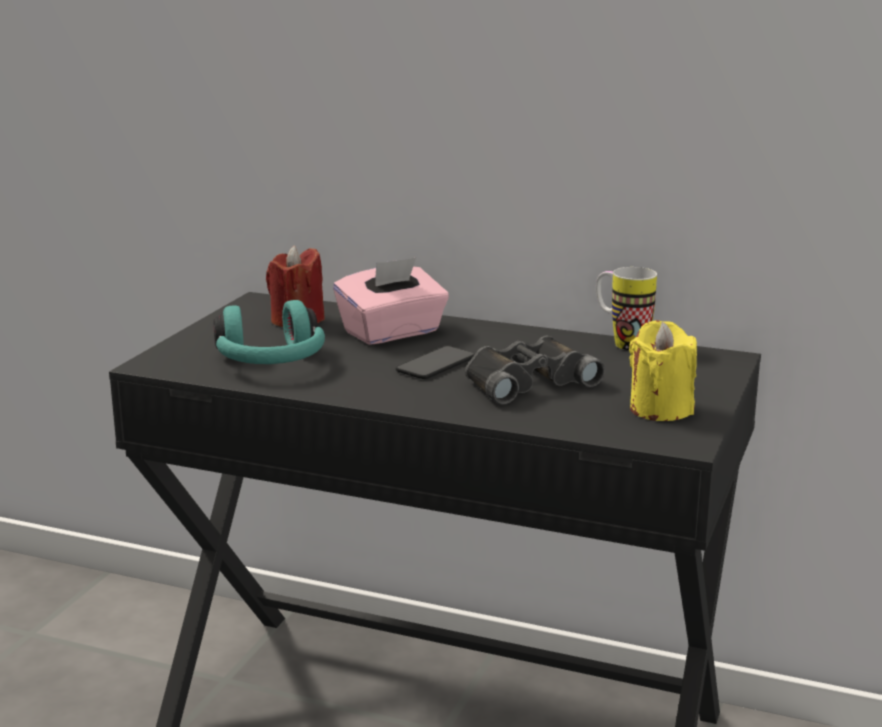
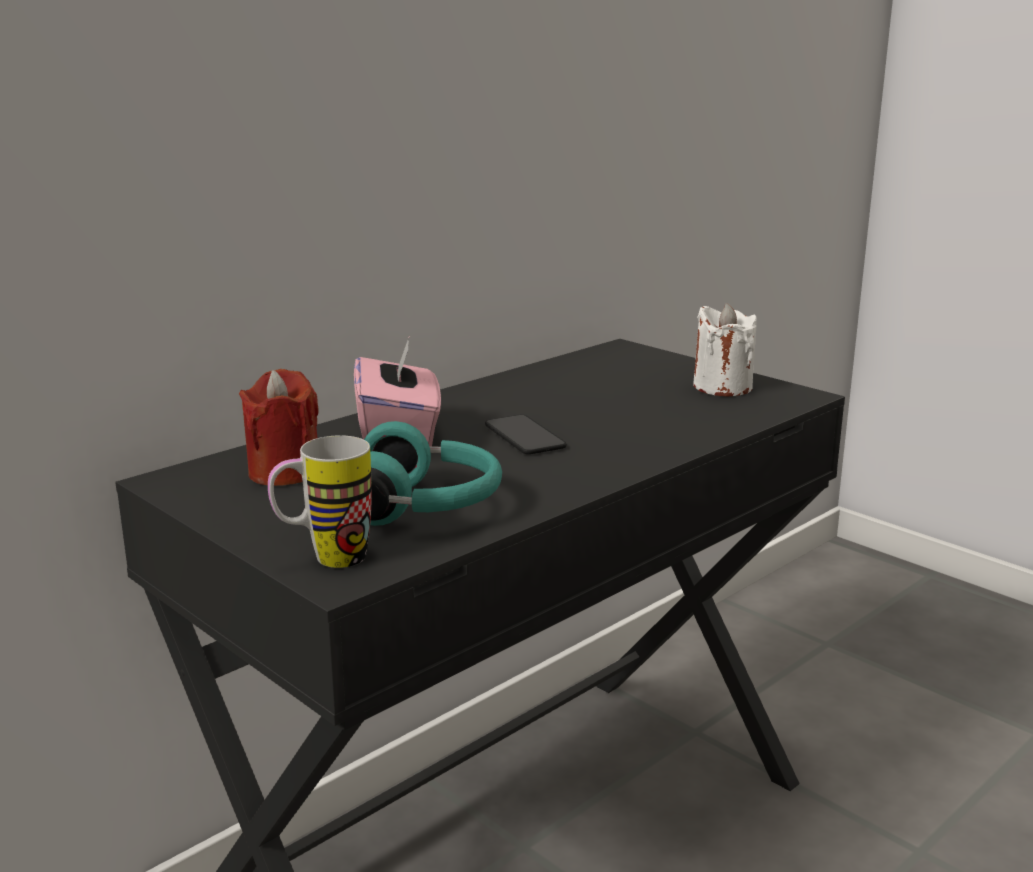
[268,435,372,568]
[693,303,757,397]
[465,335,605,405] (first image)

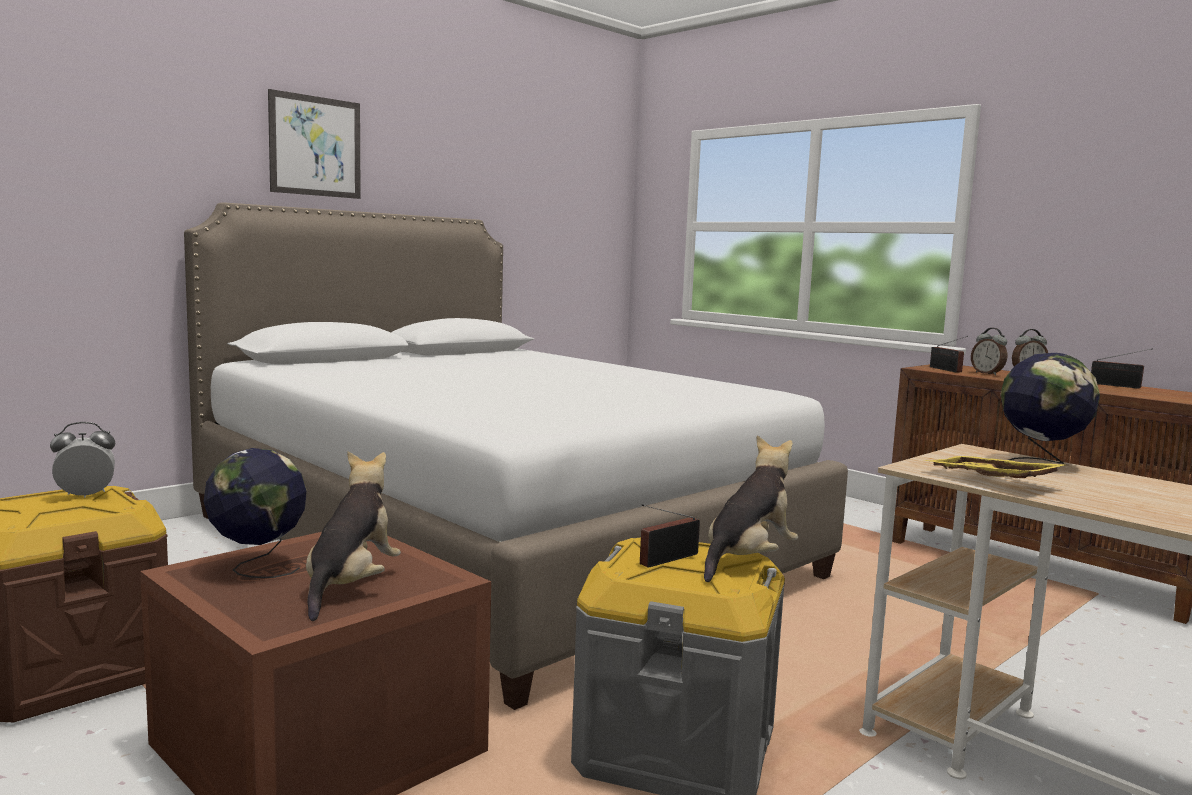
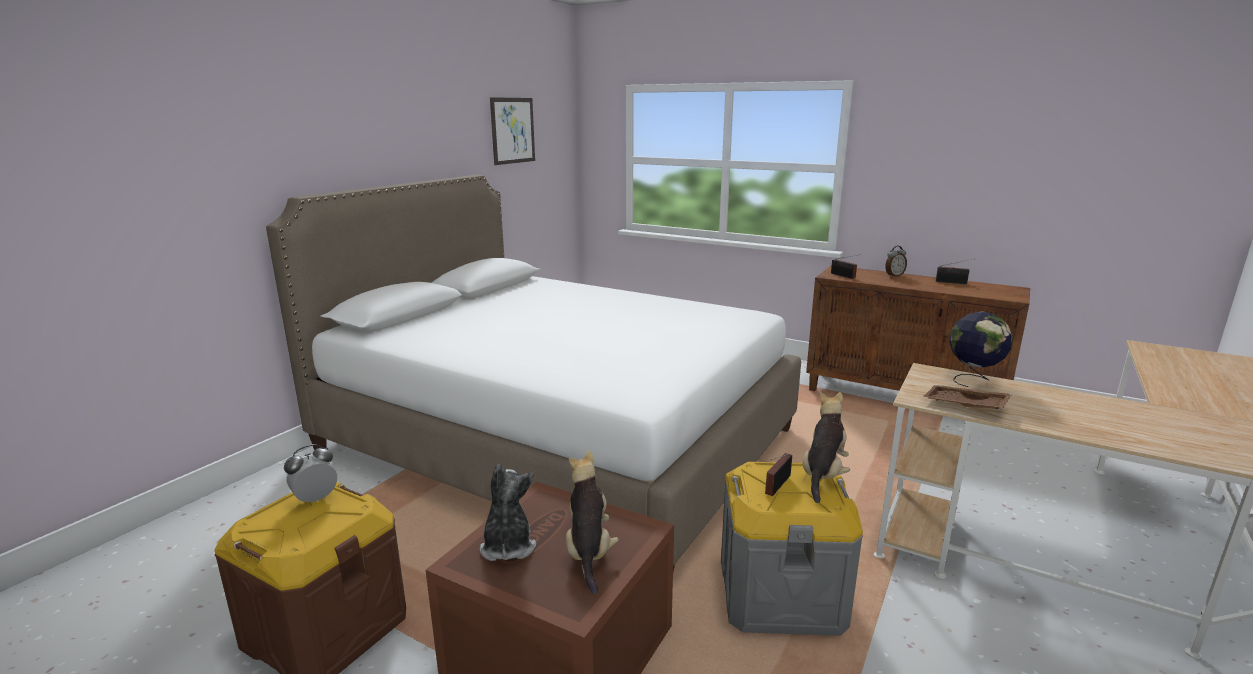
[480,464,536,561]
[490,97,535,165]
[922,385,1012,409]
[971,328,1008,376] (first image)

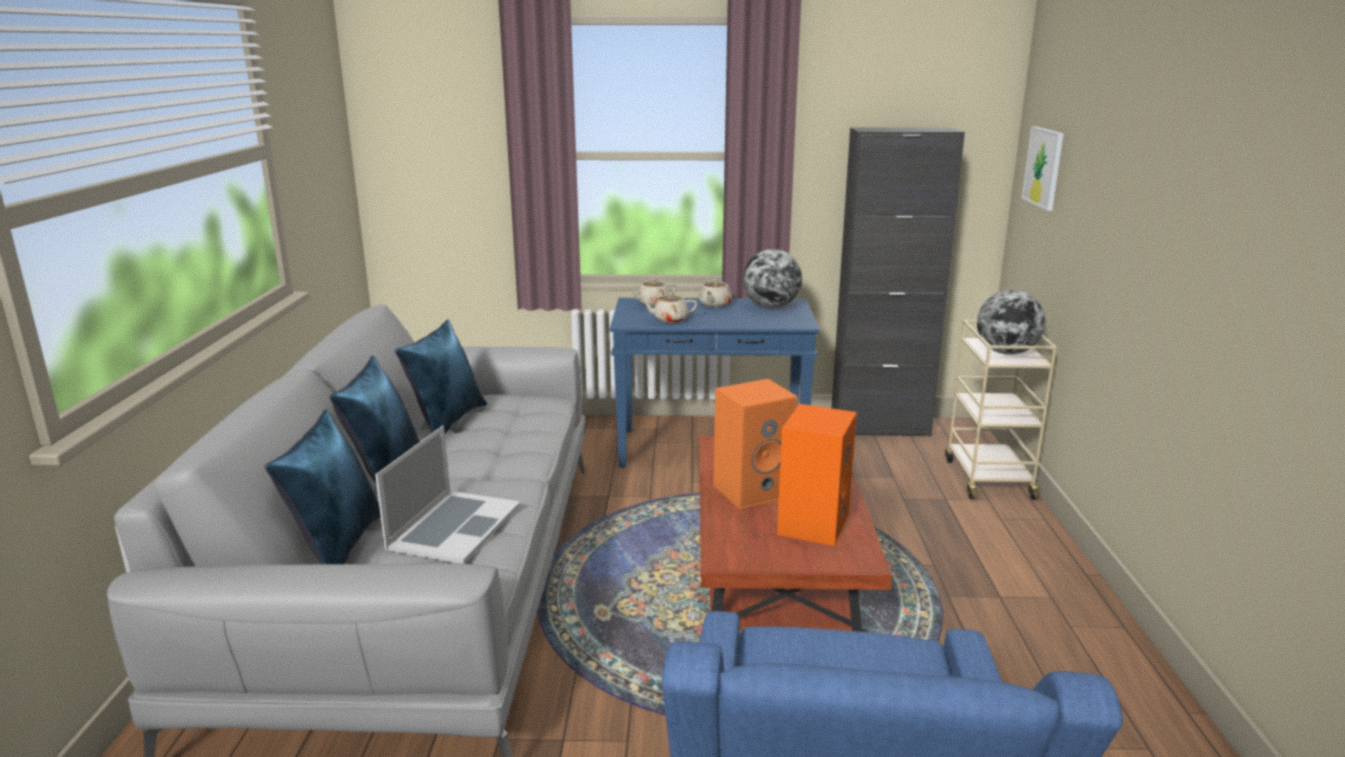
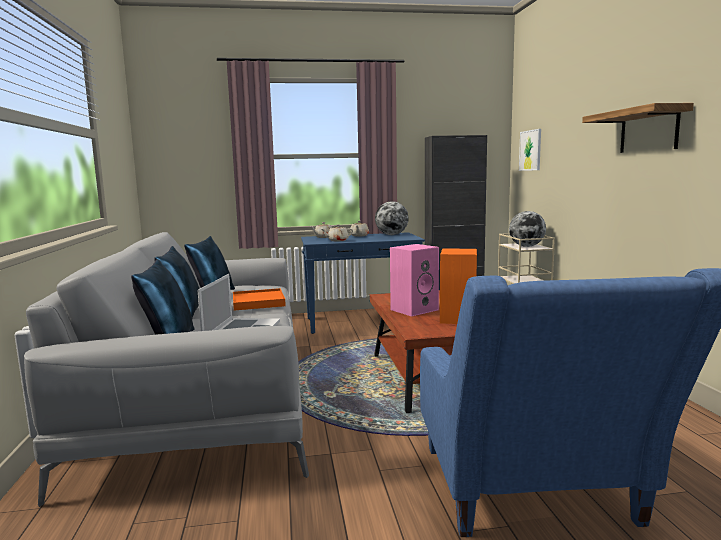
[233,288,286,311]
[390,244,439,316]
[582,103,694,153]

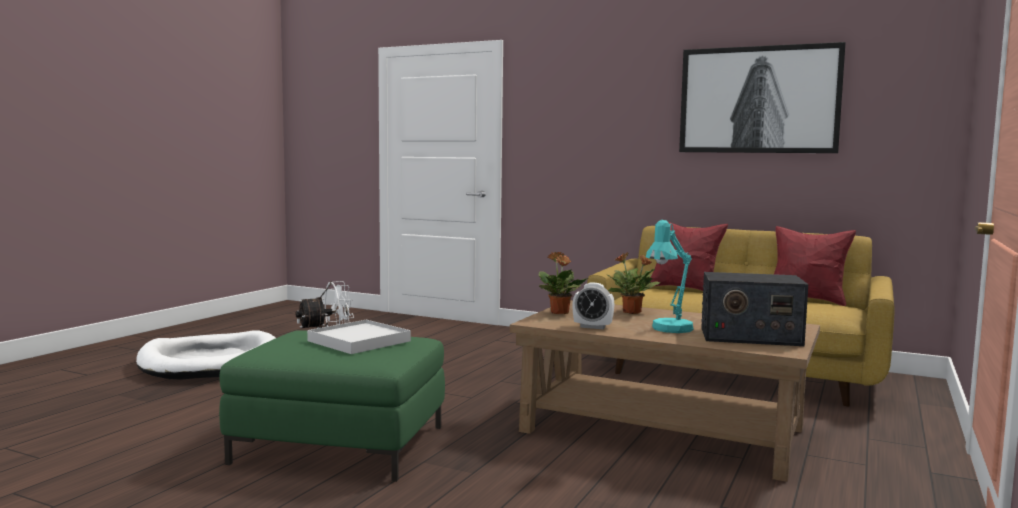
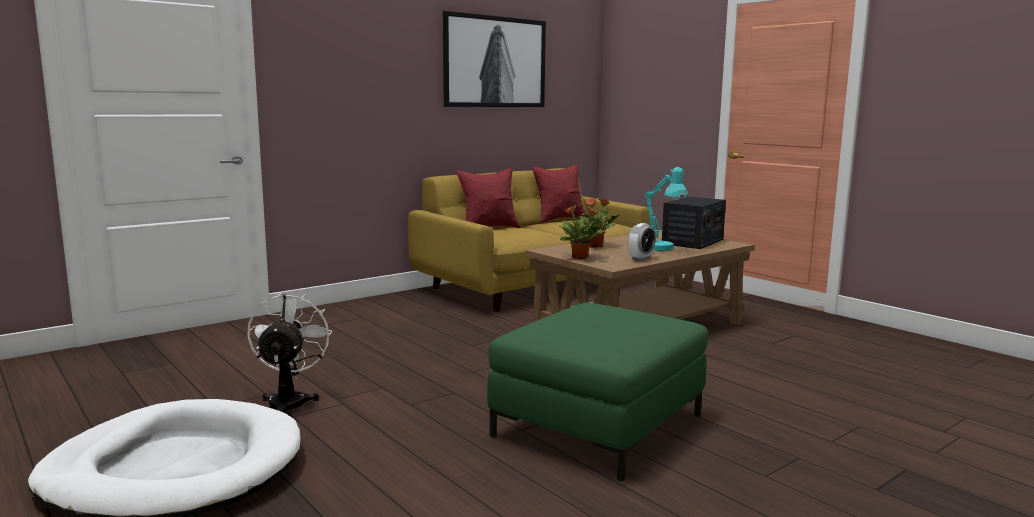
[307,320,411,354] (first image)

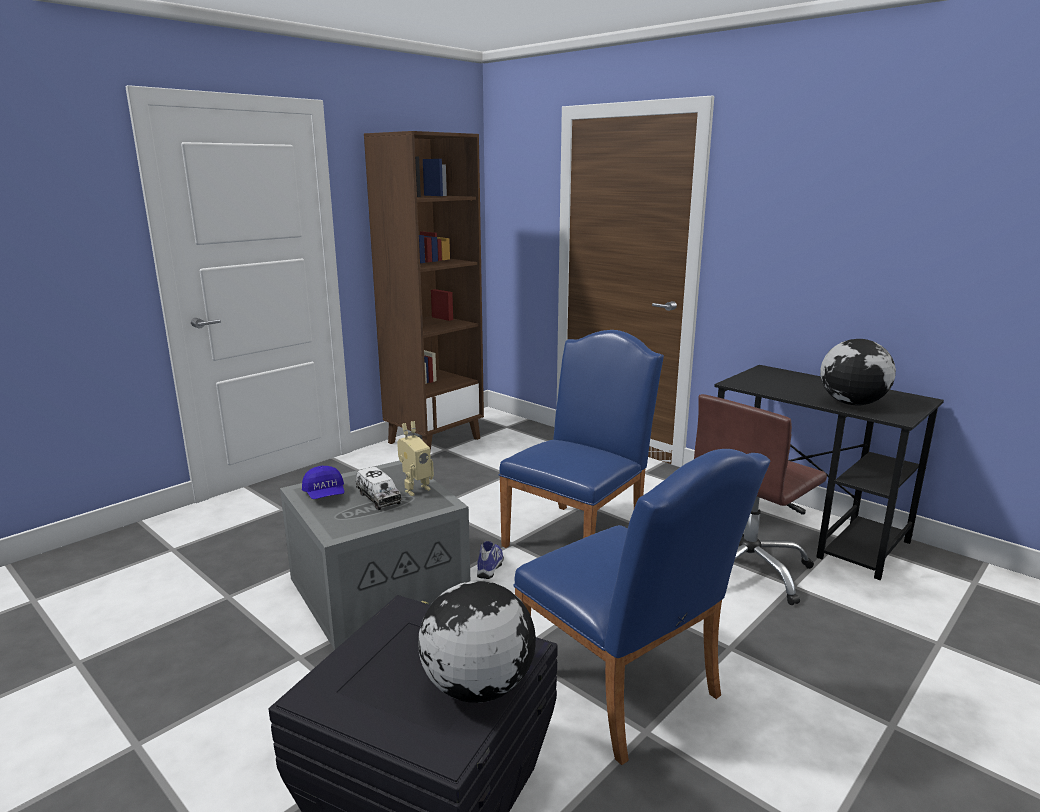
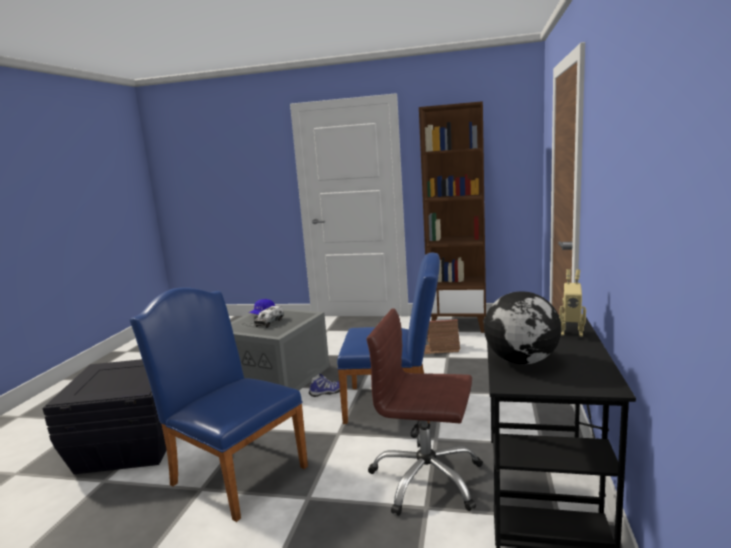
[130,287,308,522]
[424,319,460,354]
[559,269,586,336]
[418,581,536,703] (first image)

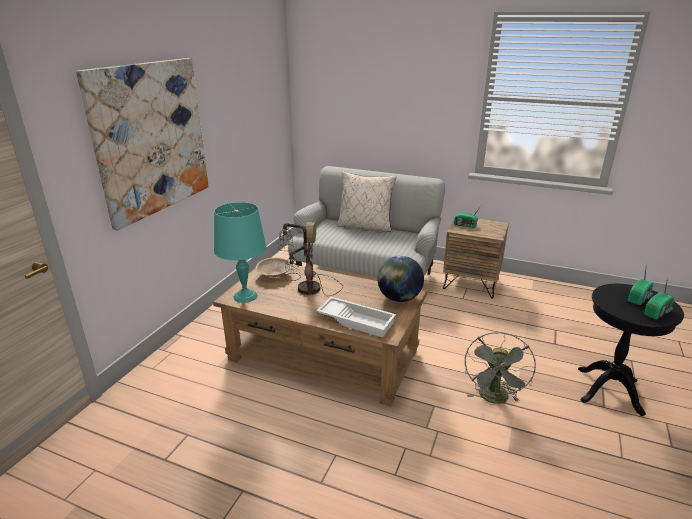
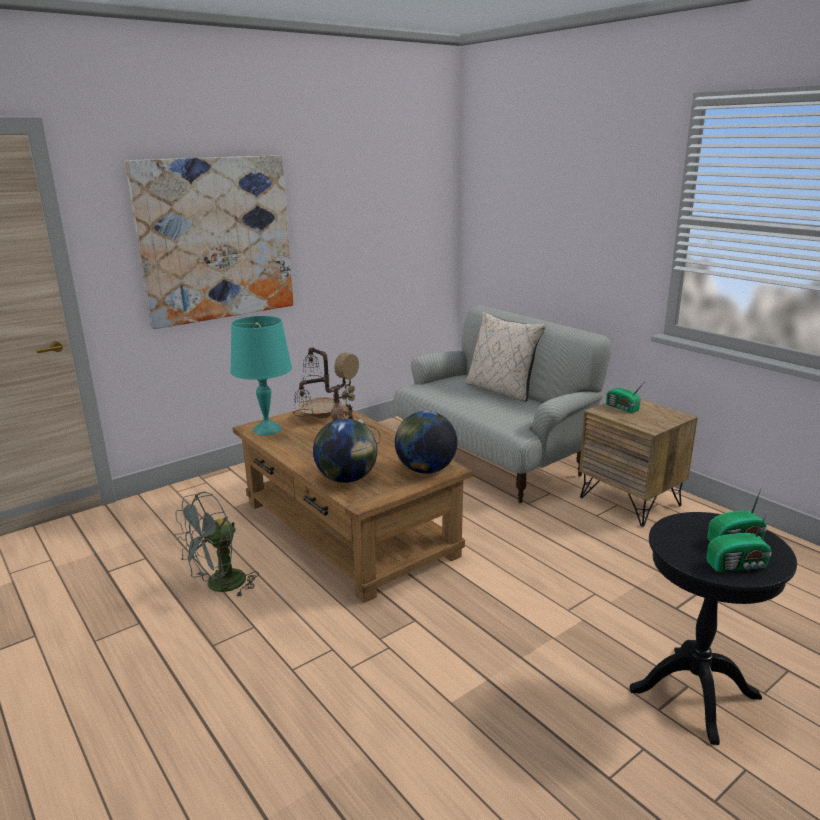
[175,492,259,598]
[313,419,377,483]

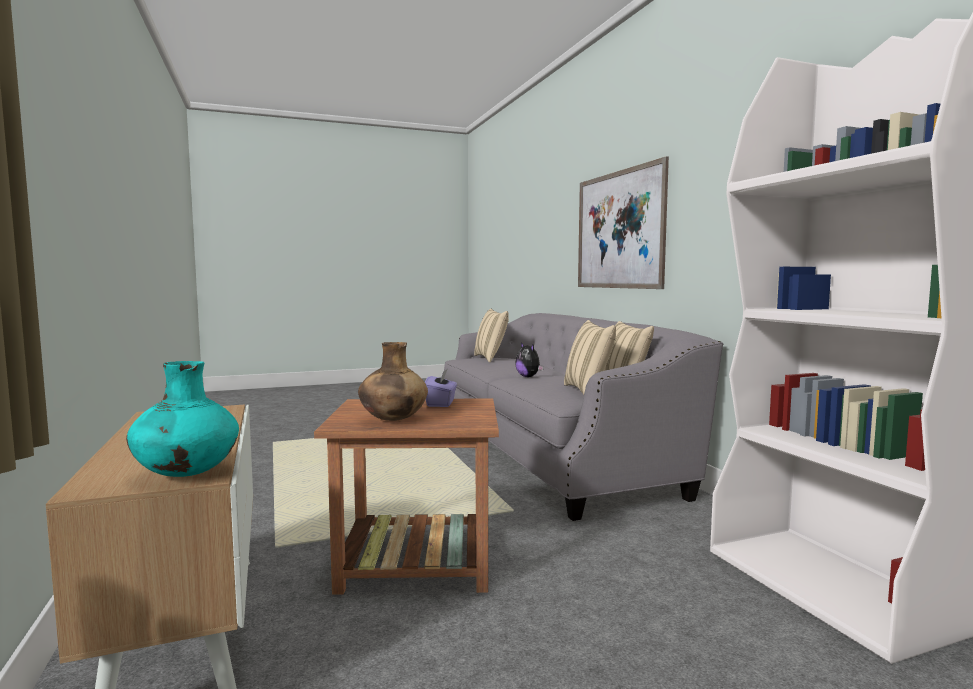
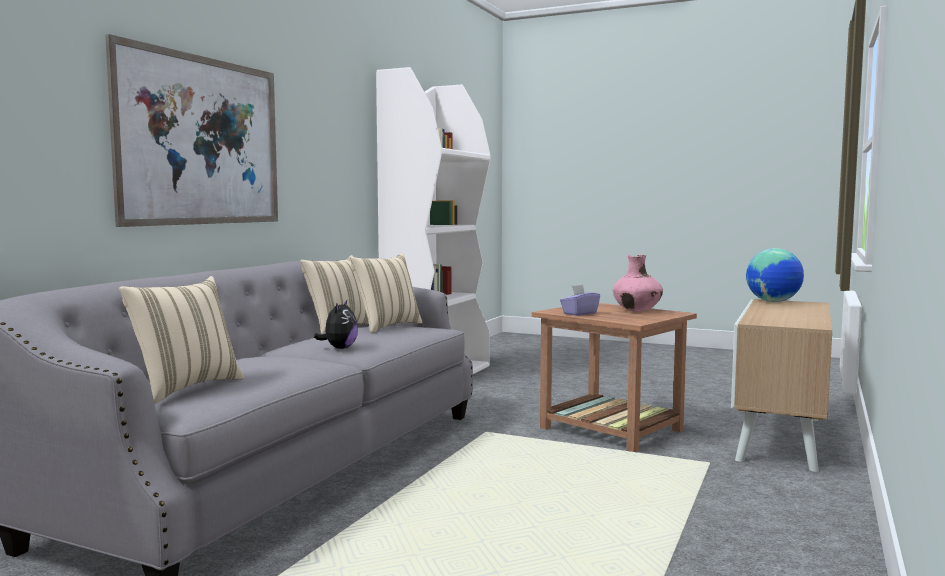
[613,255,663,312]
[746,248,804,302]

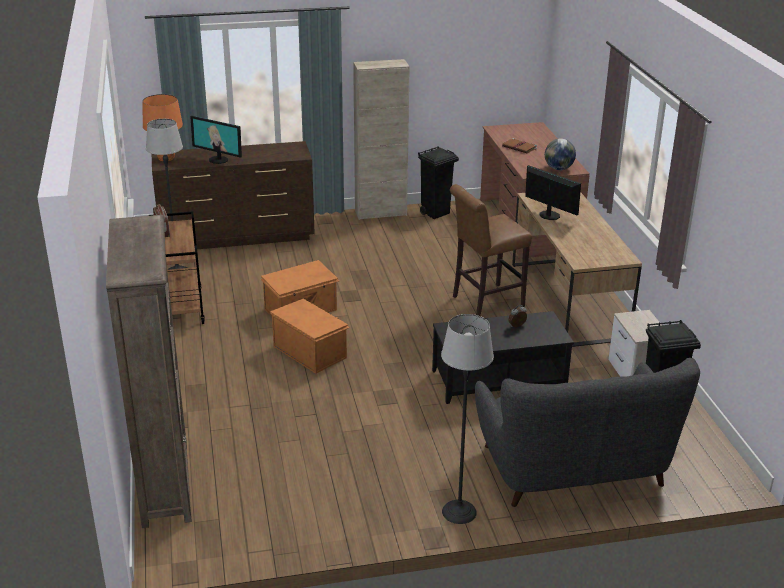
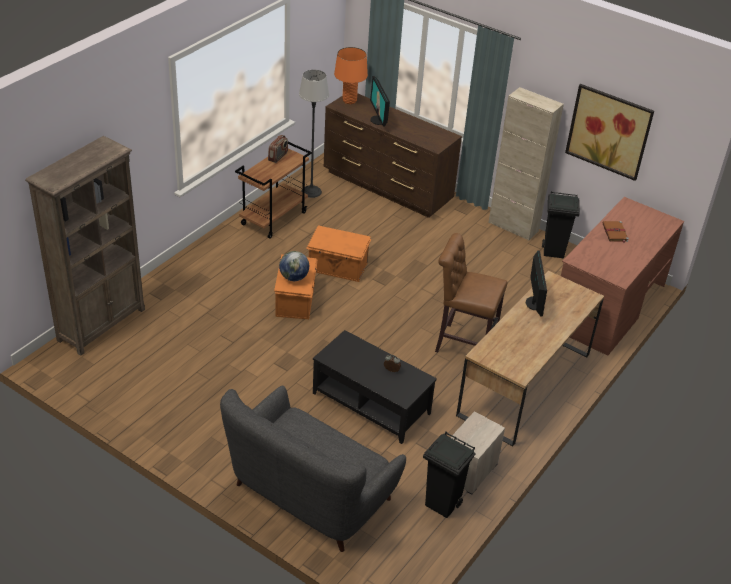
[279,251,309,281]
[565,84,654,181]
[441,314,494,524] (first image)

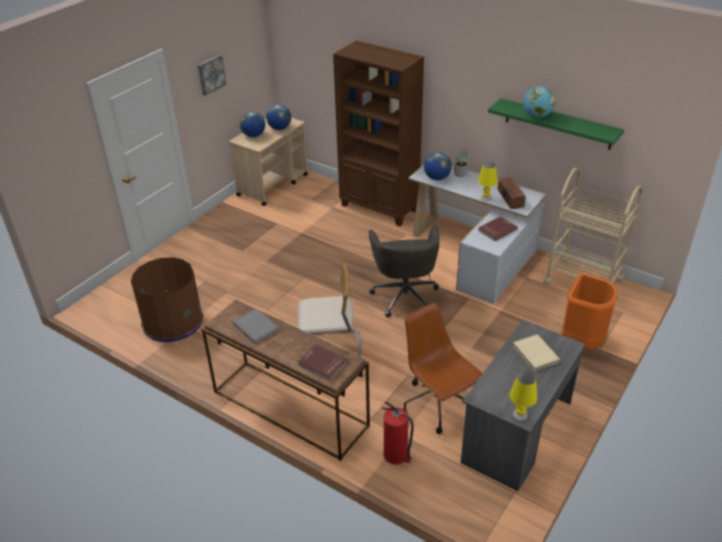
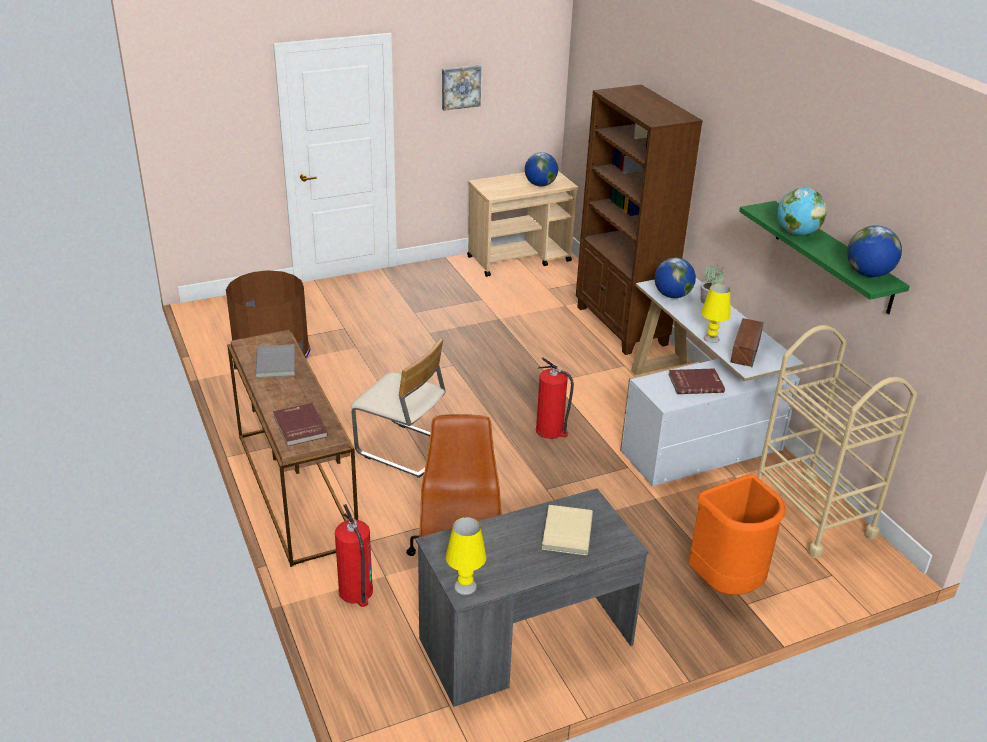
[536,357,574,439]
[847,225,902,277]

